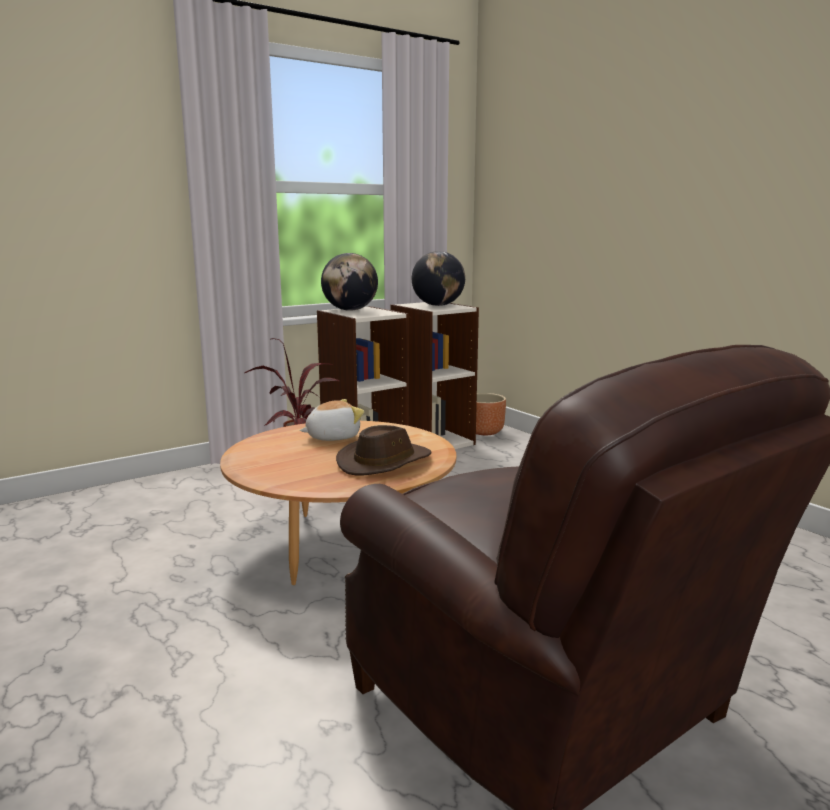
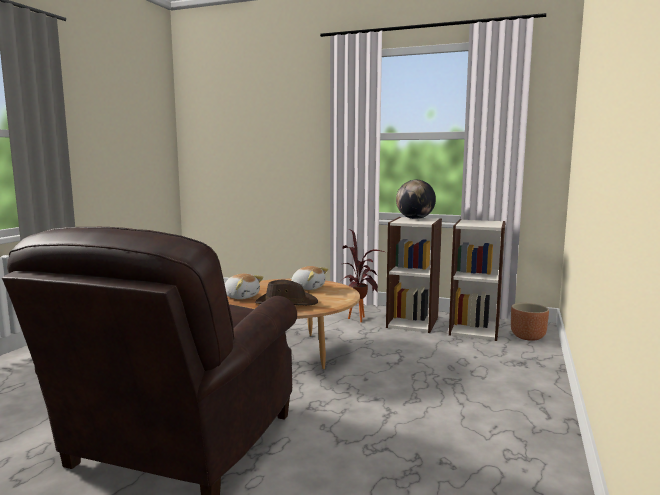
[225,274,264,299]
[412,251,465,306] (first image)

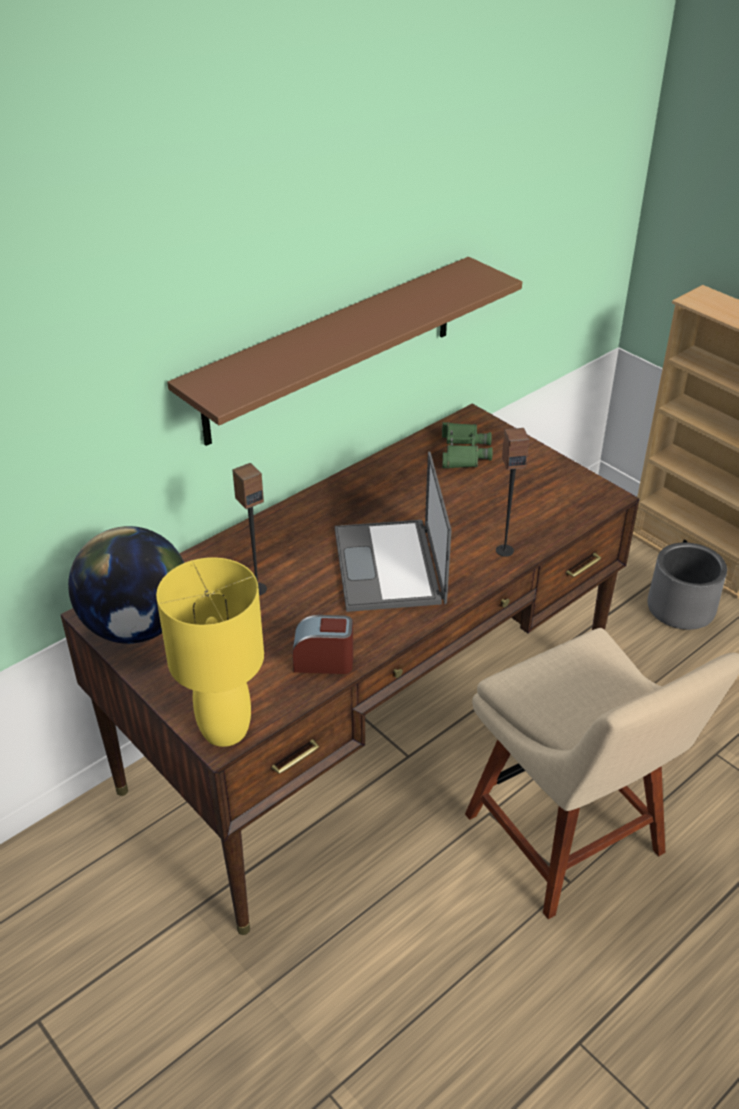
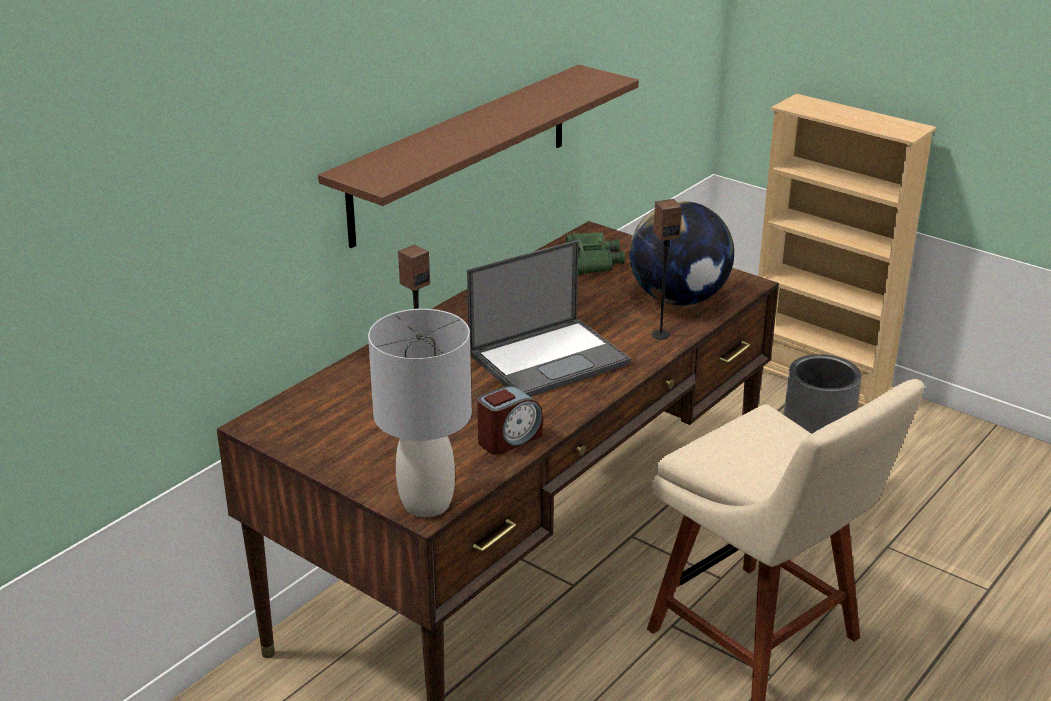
[368,309,472,517]
[467,240,631,397]
[477,386,543,455]
[630,201,734,305]

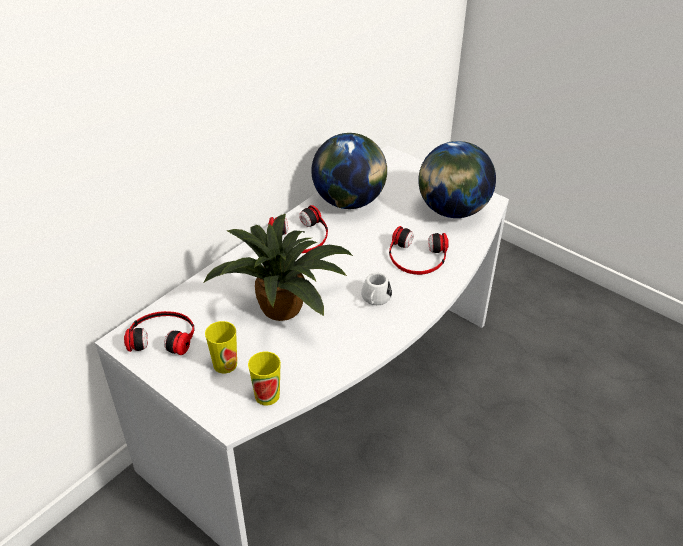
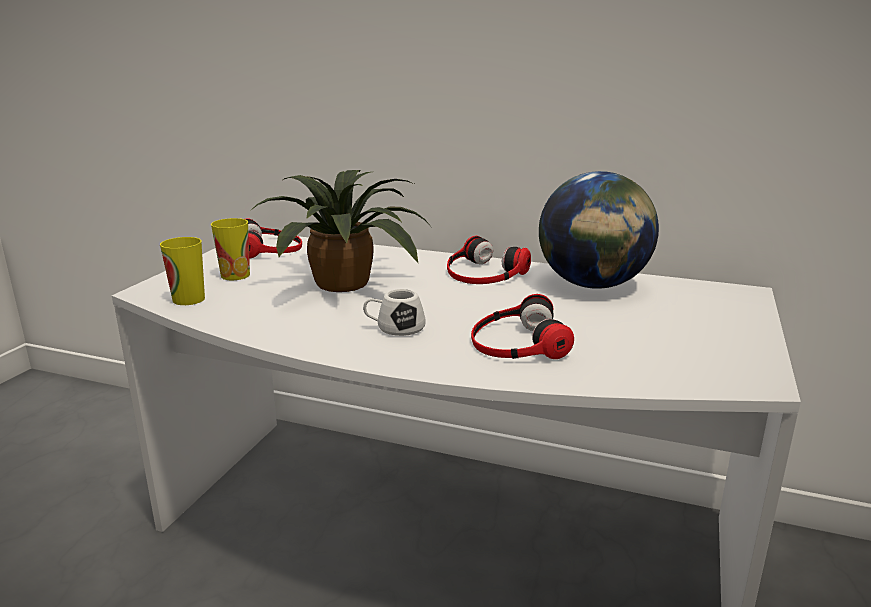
[418,141,496,218] (first image)

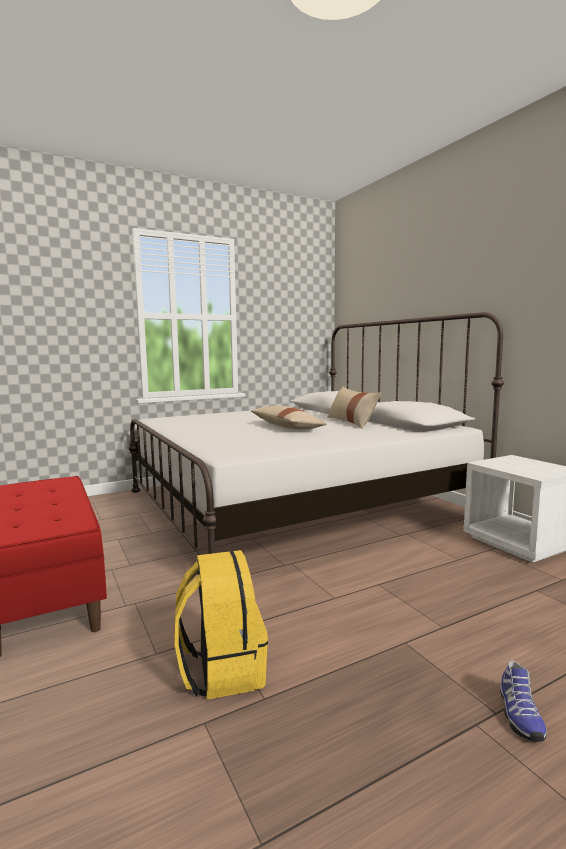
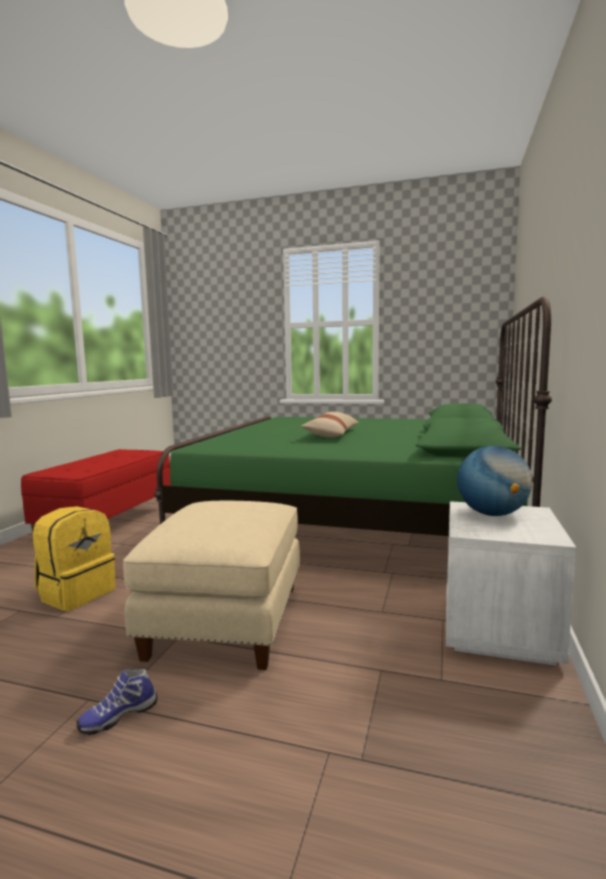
[123,501,300,670]
[154,296,552,536]
[457,446,532,516]
[327,387,381,429] (first image)

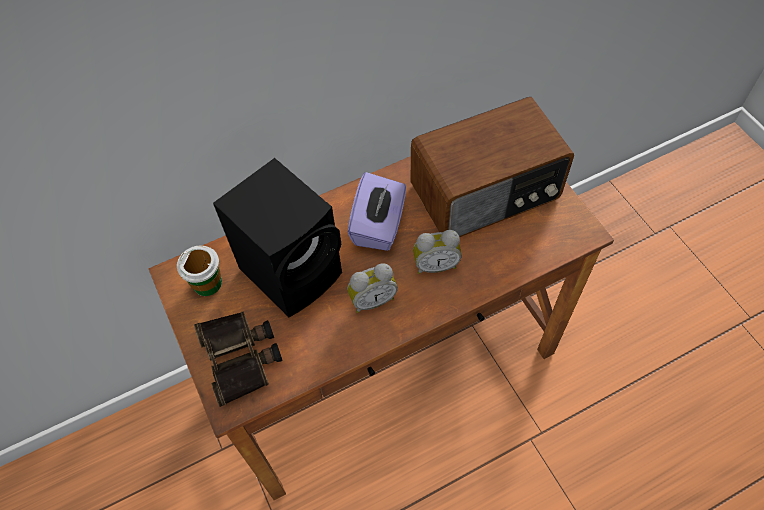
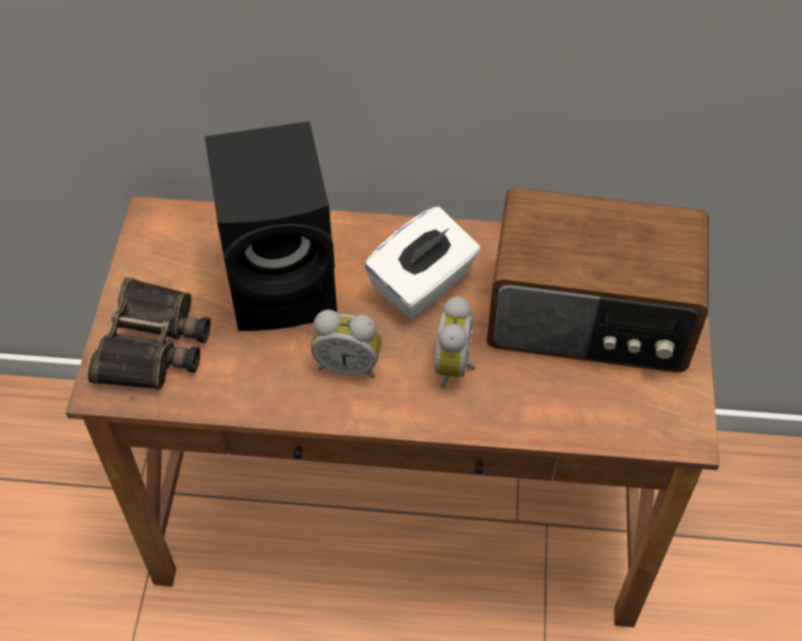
[364,207,480,319]
[434,296,476,388]
[177,245,222,296] (first image)

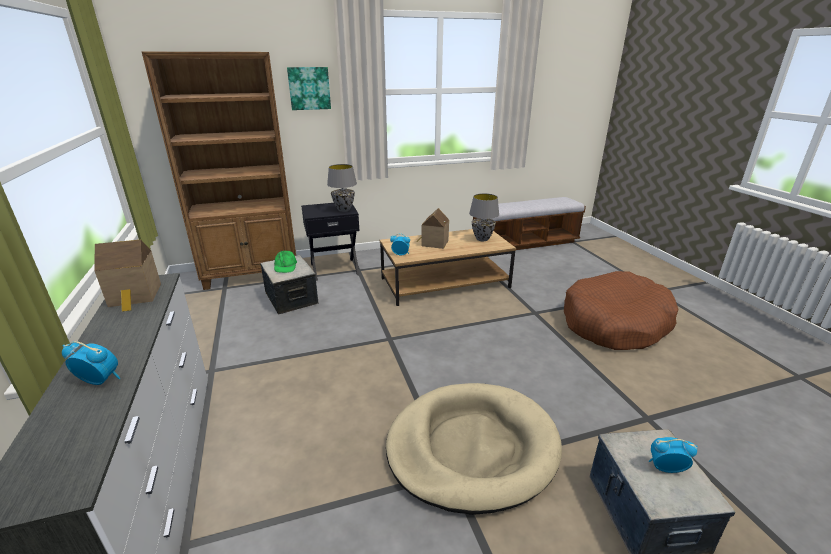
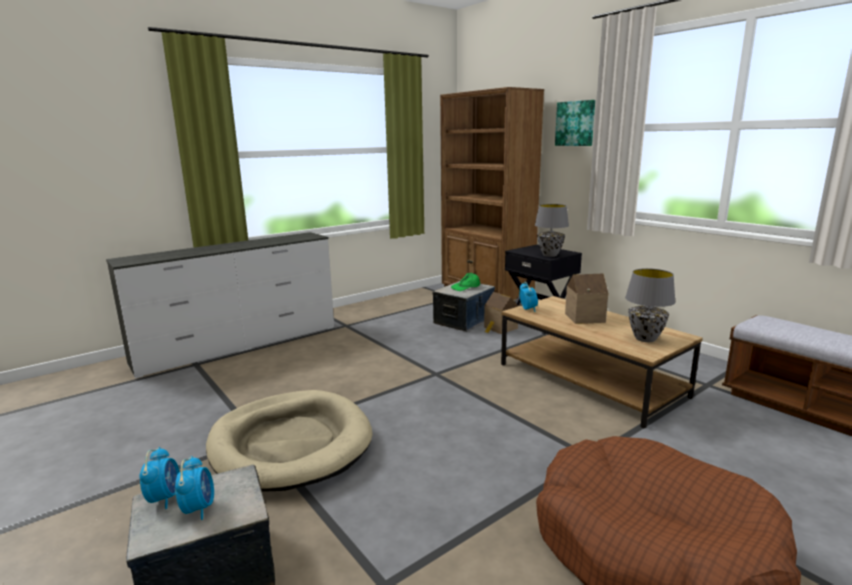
[139,447,180,509]
[484,292,518,334]

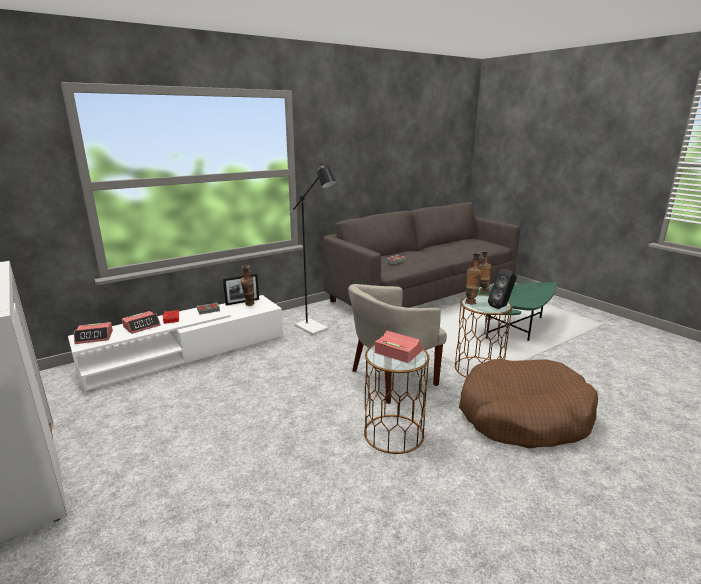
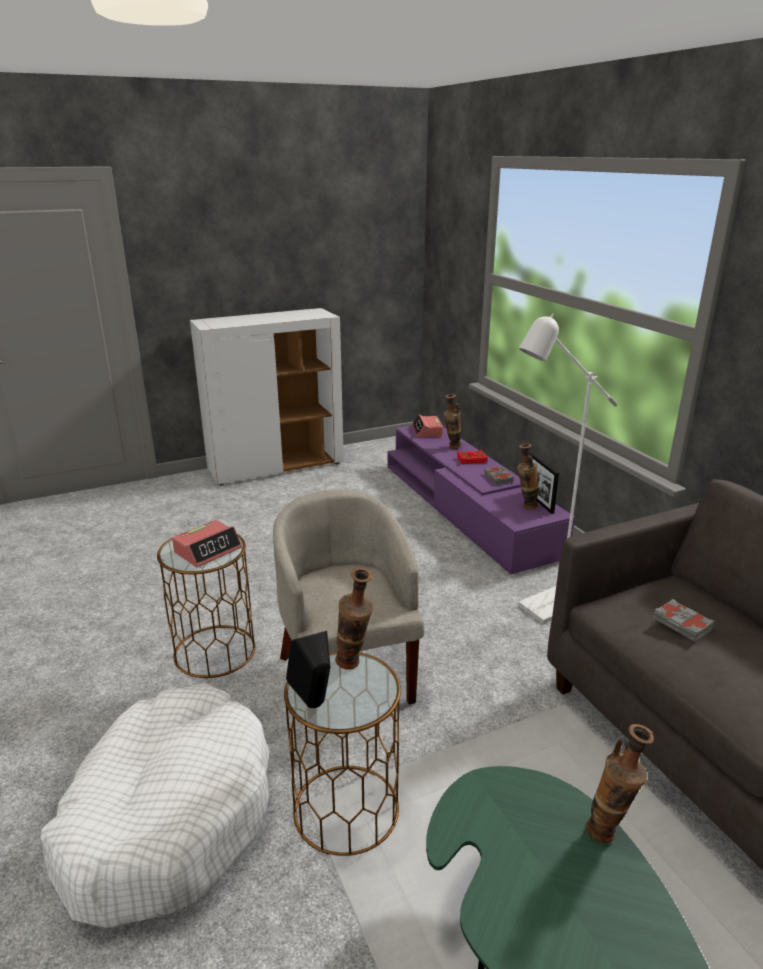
[41,683,270,928]
[387,425,575,574]
[444,394,461,449]
[518,313,618,624]

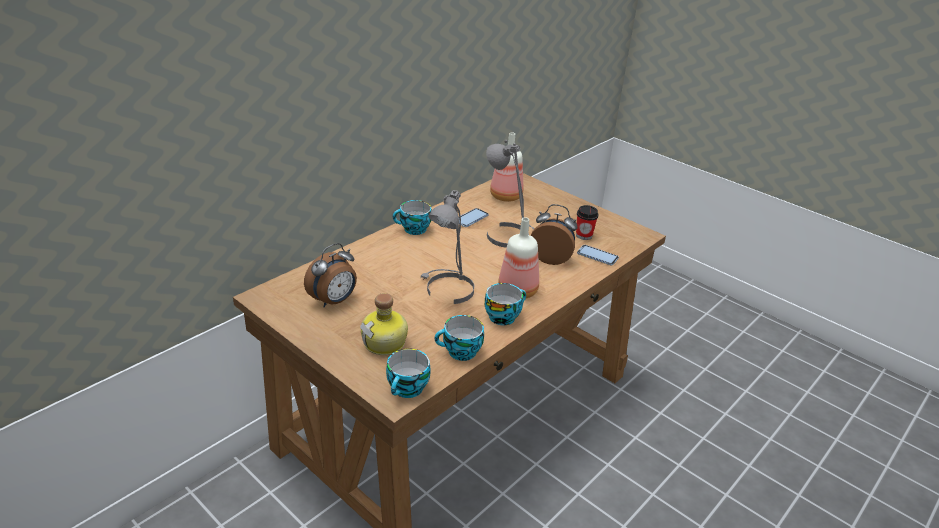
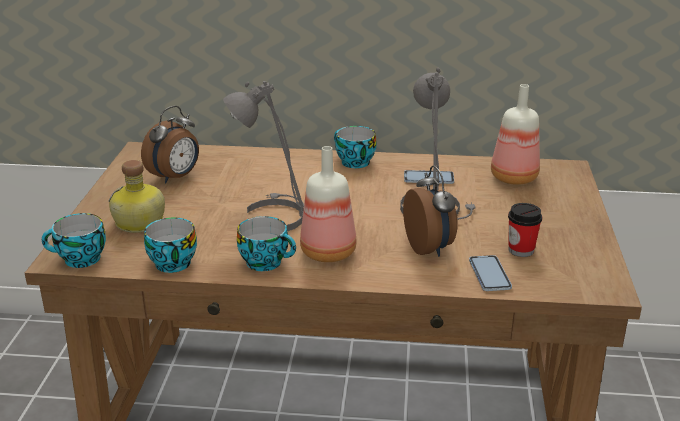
[141,106,199,183]

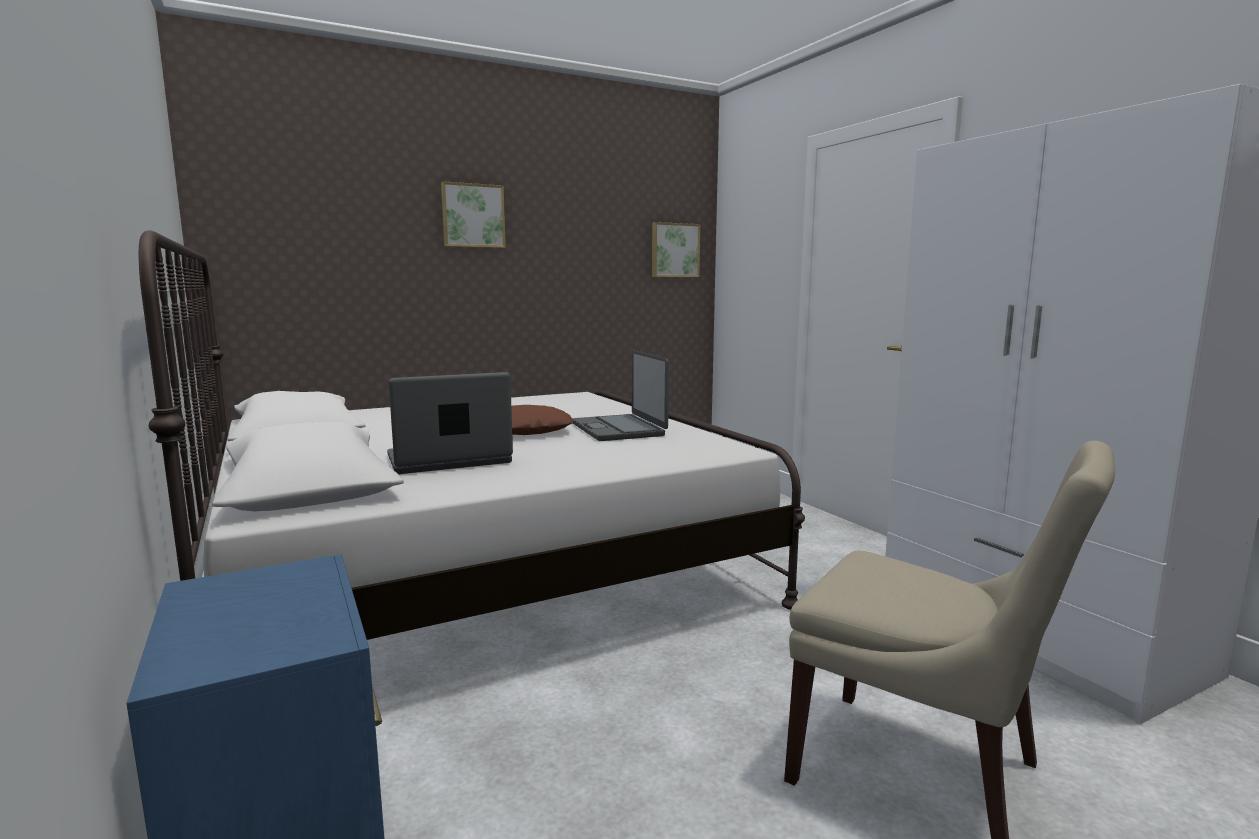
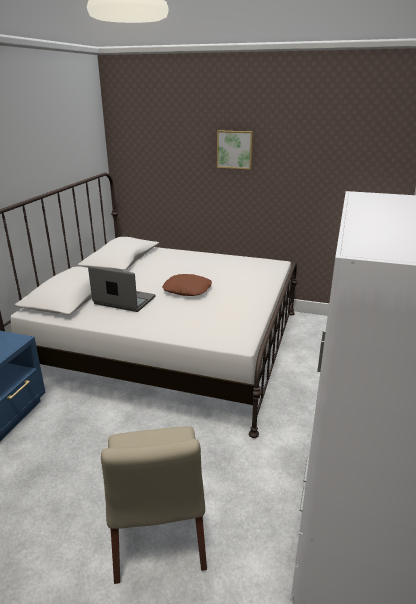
[572,350,669,441] (first image)
[652,222,700,277] (first image)

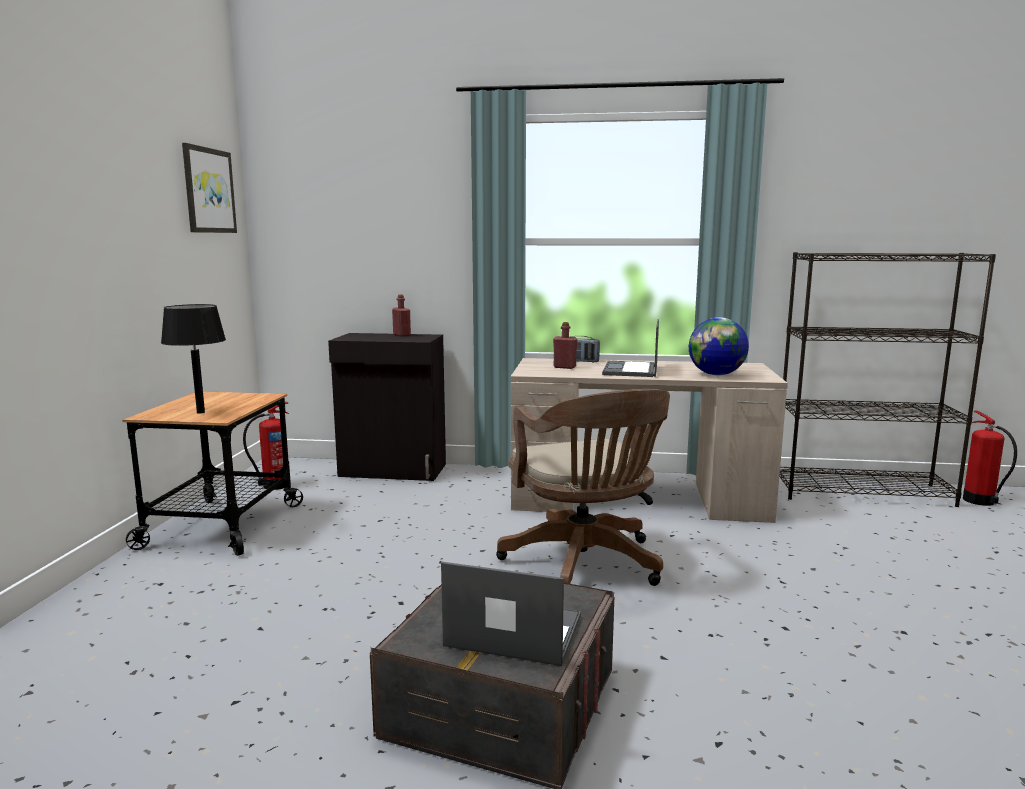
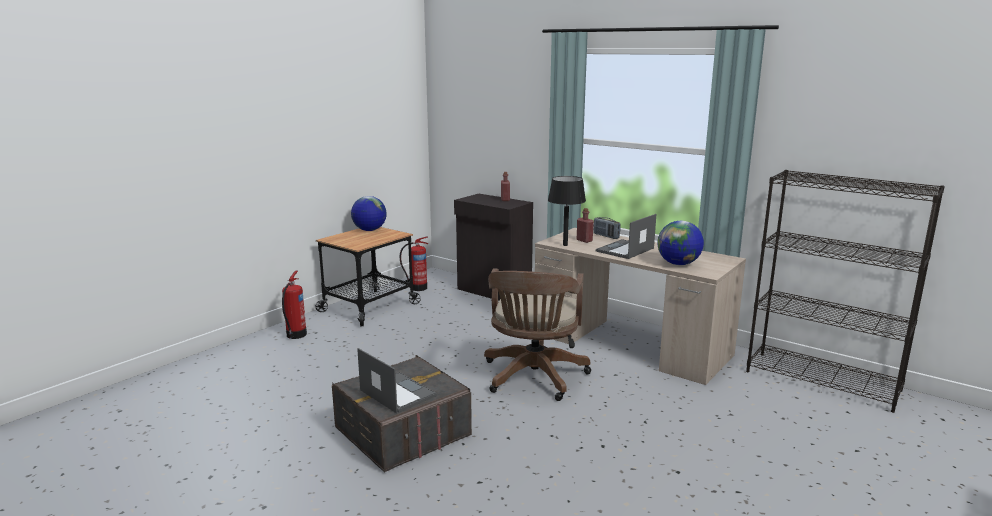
[282,271,307,339]
[351,196,387,231]
[548,176,586,246]
[182,143,237,233] (first image)

